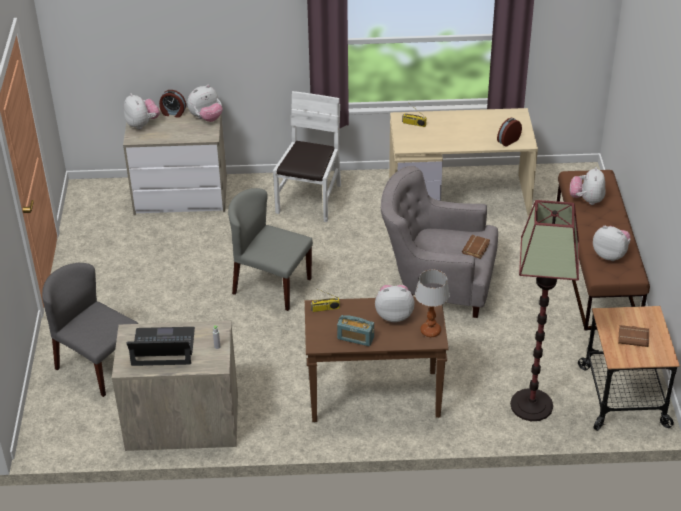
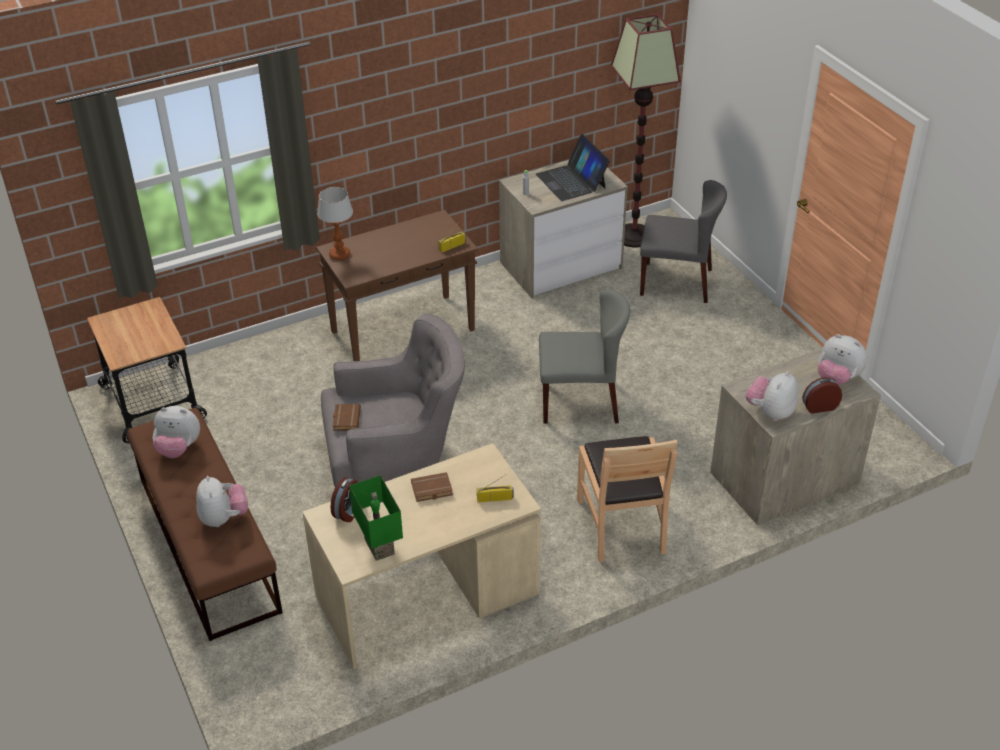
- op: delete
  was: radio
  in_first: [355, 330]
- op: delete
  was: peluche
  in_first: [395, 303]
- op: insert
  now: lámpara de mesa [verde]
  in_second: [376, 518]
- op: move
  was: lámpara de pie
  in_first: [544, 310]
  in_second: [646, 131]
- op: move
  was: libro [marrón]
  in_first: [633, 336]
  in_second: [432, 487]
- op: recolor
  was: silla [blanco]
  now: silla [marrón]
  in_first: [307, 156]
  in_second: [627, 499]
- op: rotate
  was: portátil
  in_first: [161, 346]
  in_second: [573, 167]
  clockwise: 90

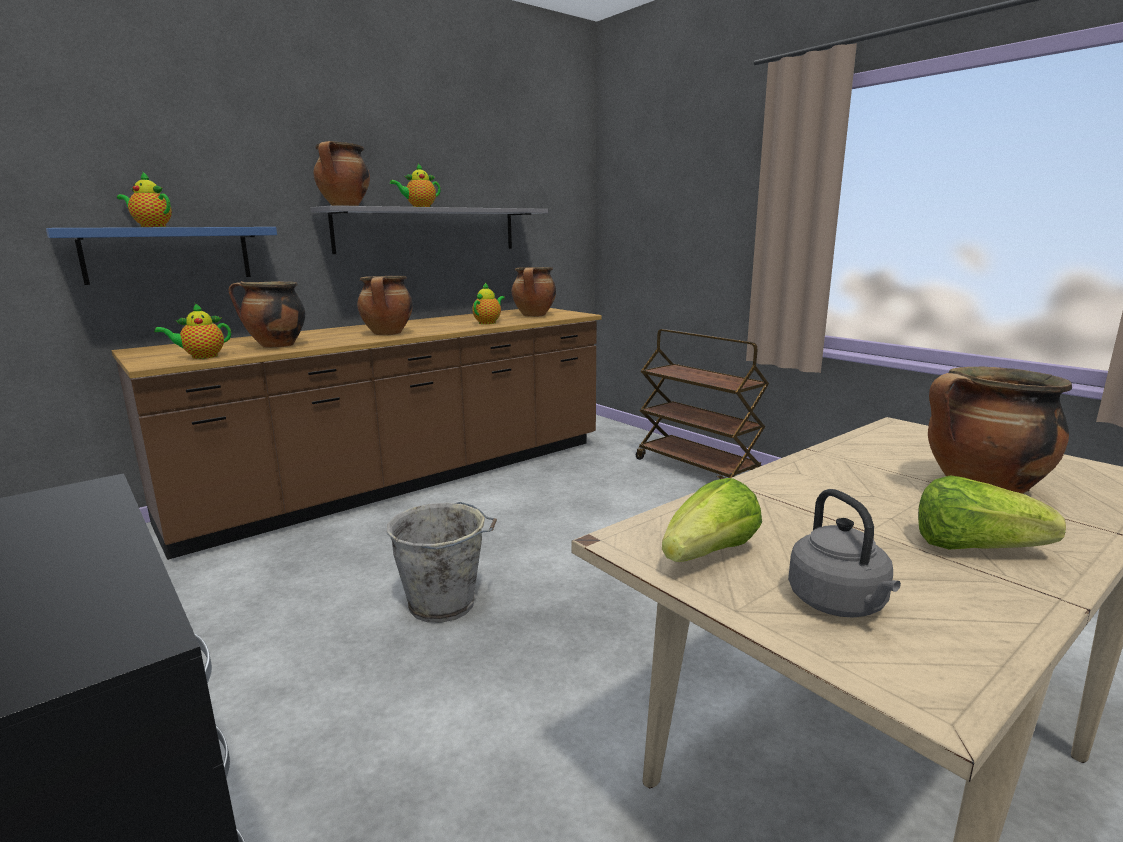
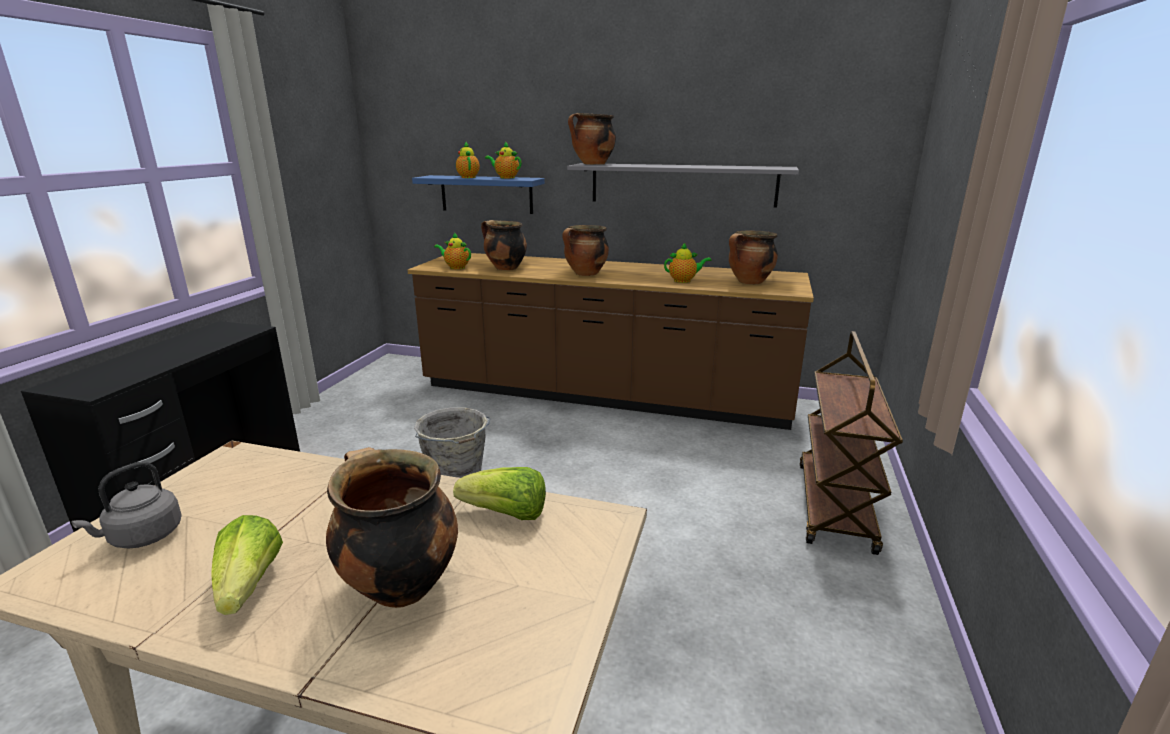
- op: move
  was: tetera
  in_first: [415, 185]
  in_second: [503, 160]
- op: move
  was: lechuga
  in_first: [712, 520]
  in_second: [499, 493]

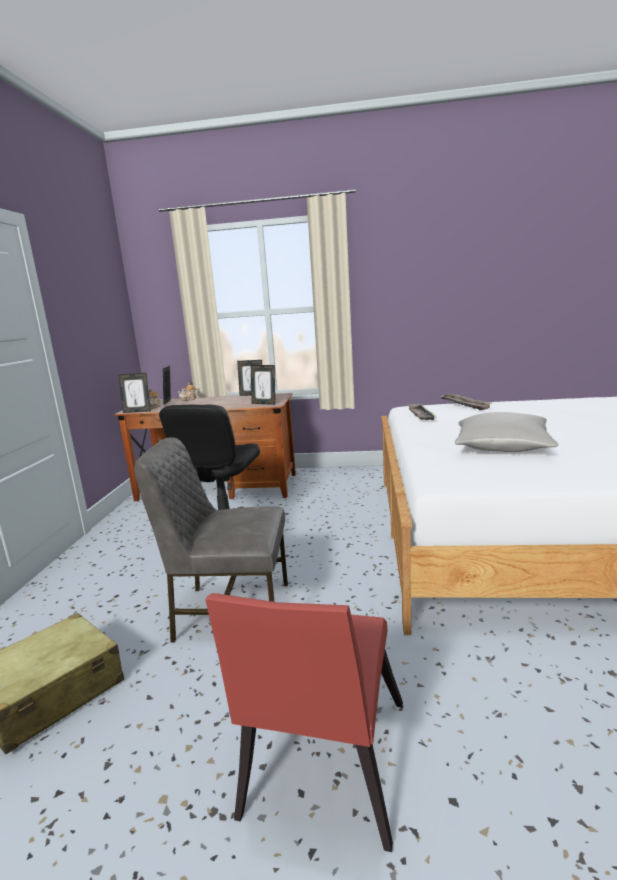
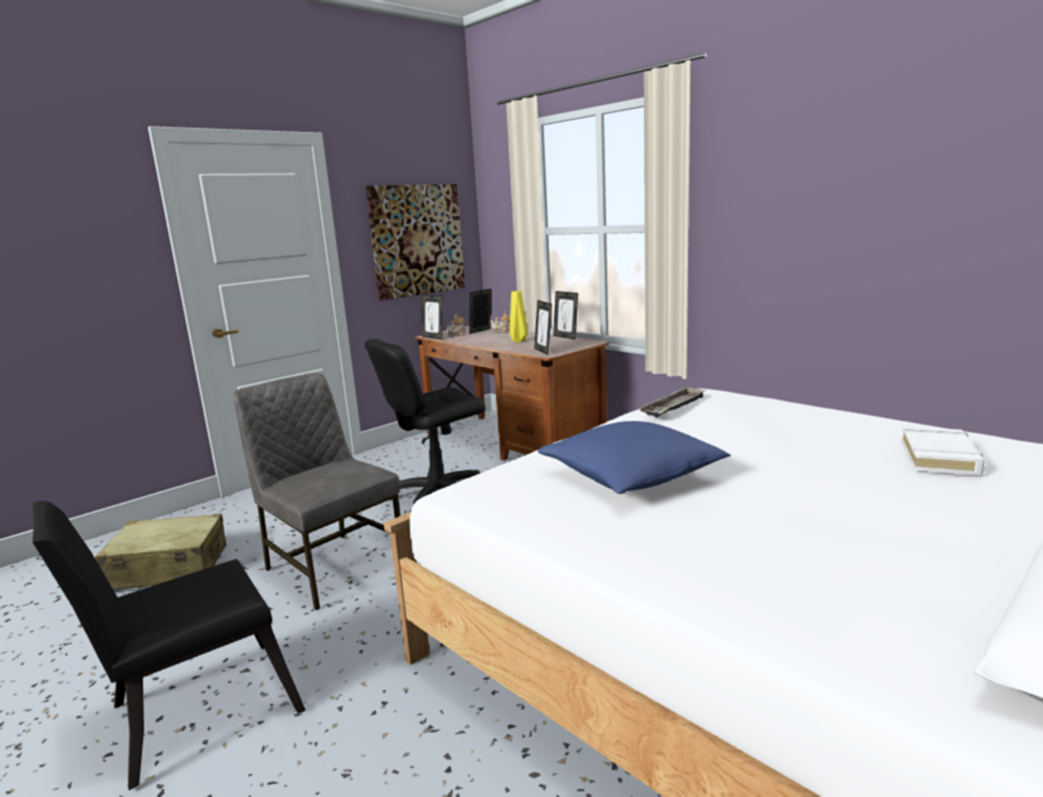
- op: delete
  was: bandeja
  in_first: [466, 401]
- op: insert
  now: cuadro
  in_second: [415, 242]
- op: insert
  now: florero [amarillo]
  in_second: [518, 316]
- op: insert
  now: libro [blanco]
  in_second: [943, 451]
- op: recolor
  was: silla [rojo]
  now: silla [negro]
  in_first: [304, 722]
  in_second: [169, 645]
- op: recolor
  was: cojín [gris]
  now: cojín [azul]
  in_first: [506, 432]
  in_second: [634, 457]

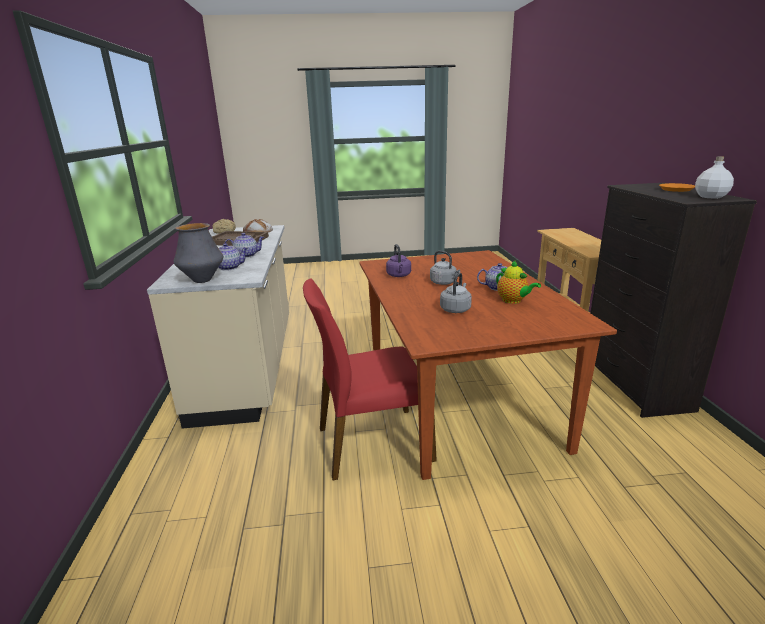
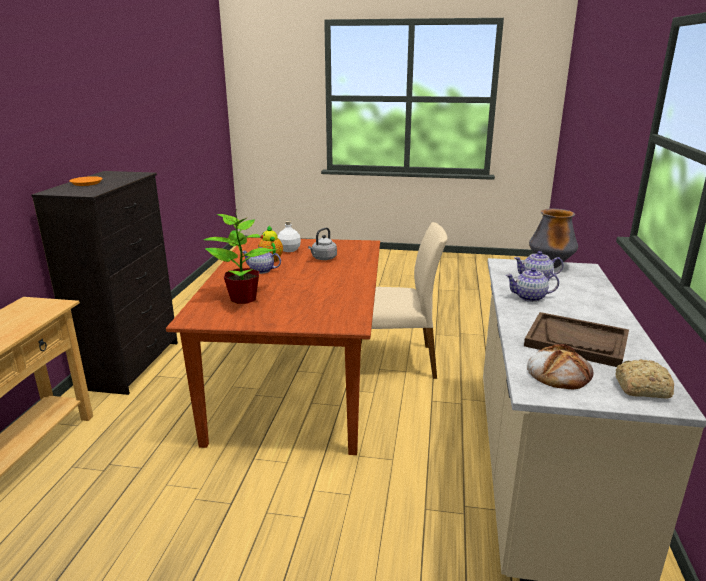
- op: delete
  was: hervidor [morado]
  in_first: [398, 260]
- op: delete
  was: hervidor [gris]
  in_first: [445, 268]
- op: insert
  now: planta en maceta
  in_second: [240, 256]
- op: move
  was: botella [blanco]
  in_first: [714, 177]
  in_second: [289, 236]
- op: recolor
  was: silla [rojo]
  now: silla [beis]
  in_first: [370, 379]
  in_second: [404, 300]

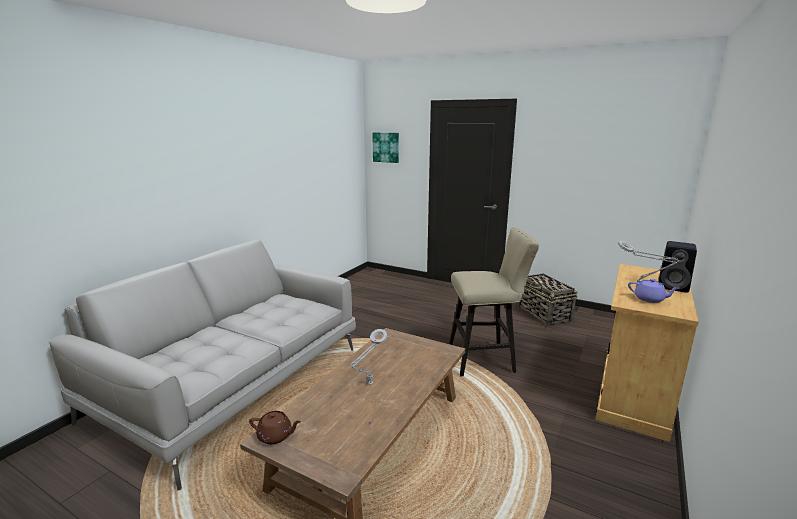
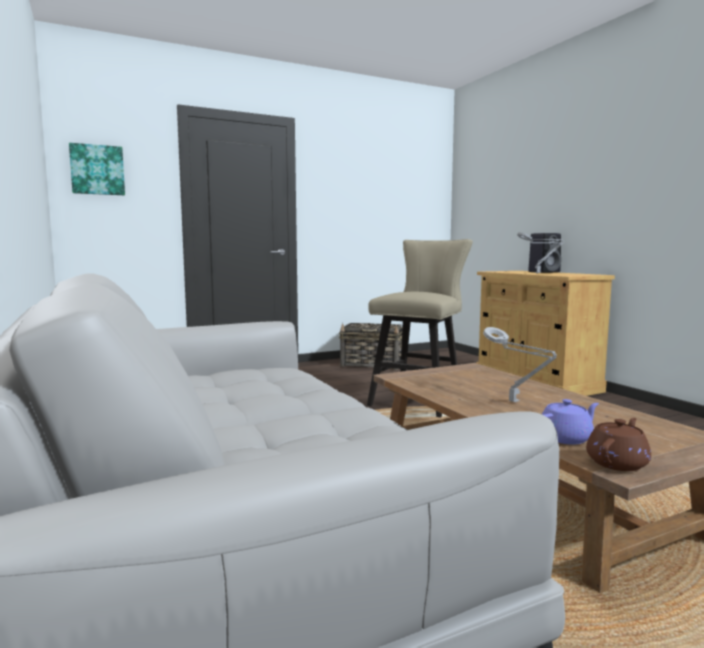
- op: move
  was: tetera [morado]
  in_first: [653, 291]
  in_second: [570, 422]

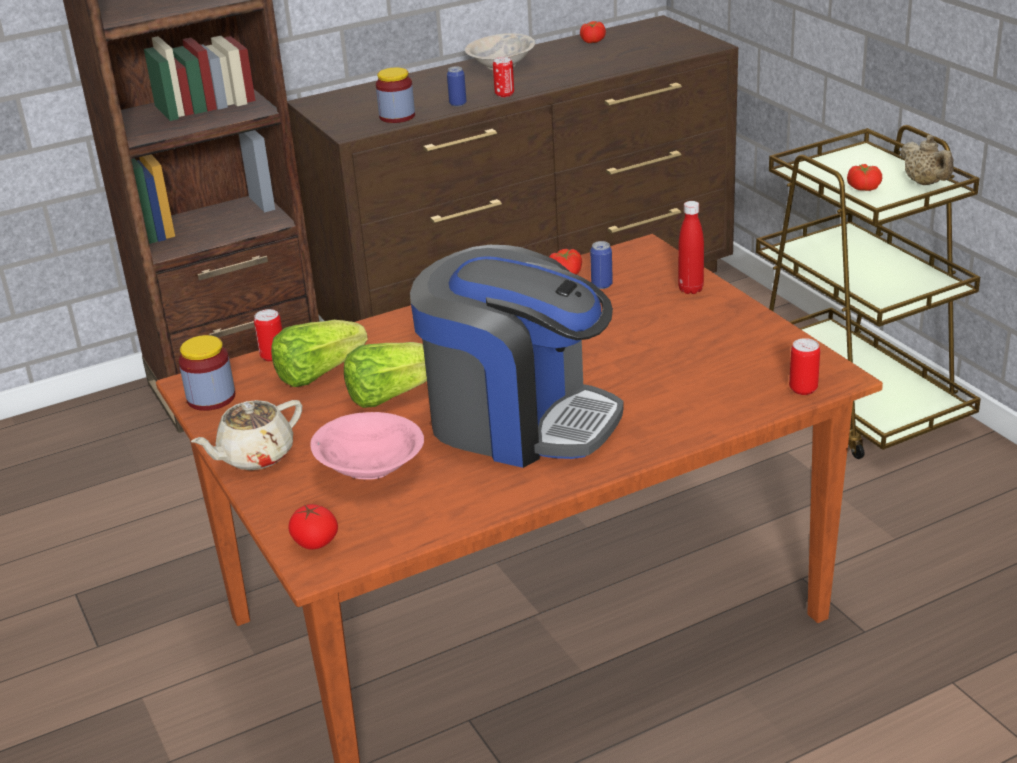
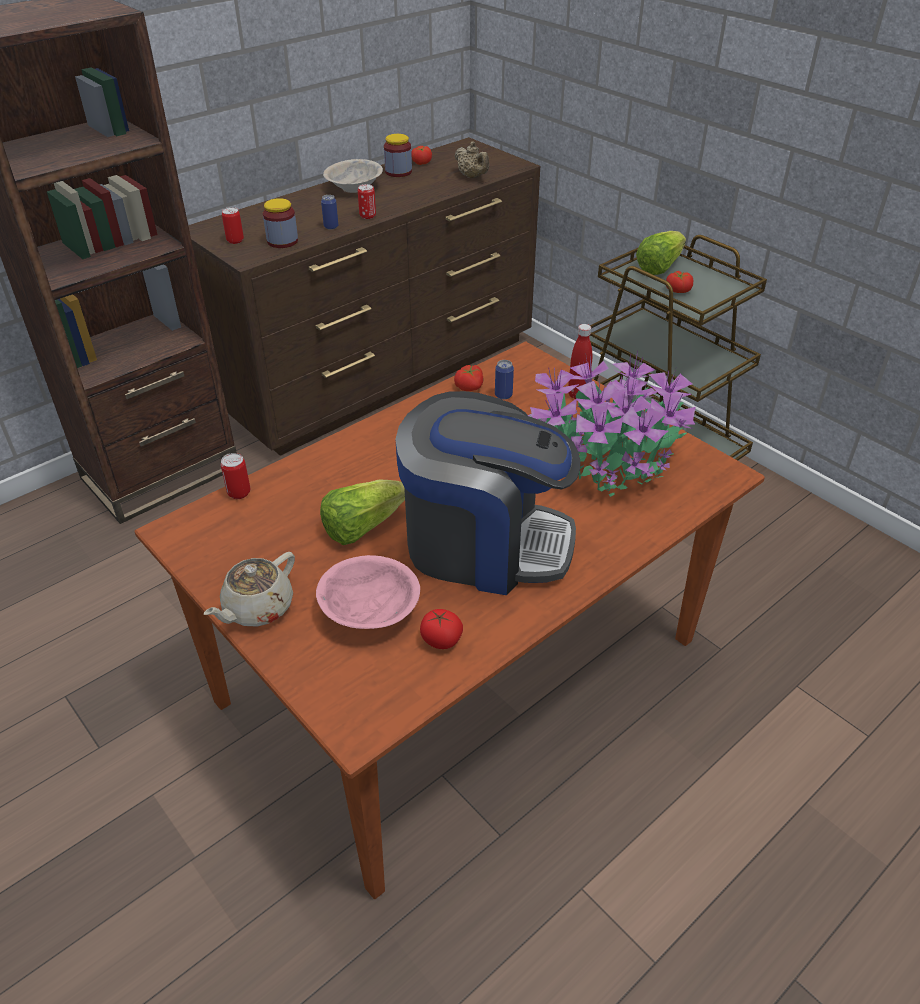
- op: insert
  now: planta en maceta
  in_second: [612, 424]
- op: move
  was: tarro
  in_first: [207, 373]
  in_second: [398, 155]
- op: move
  was: lechuga
  in_first: [319, 353]
  in_second: [661, 253]
- op: move
  was: tomate
  in_first: [313, 527]
  in_second: [441, 629]
- op: move
  was: lata
  in_first: [804, 366]
  in_second: [233, 225]
- op: move
  was: tetera [beis]
  in_first: [927, 160]
  in_second: [472, 159]

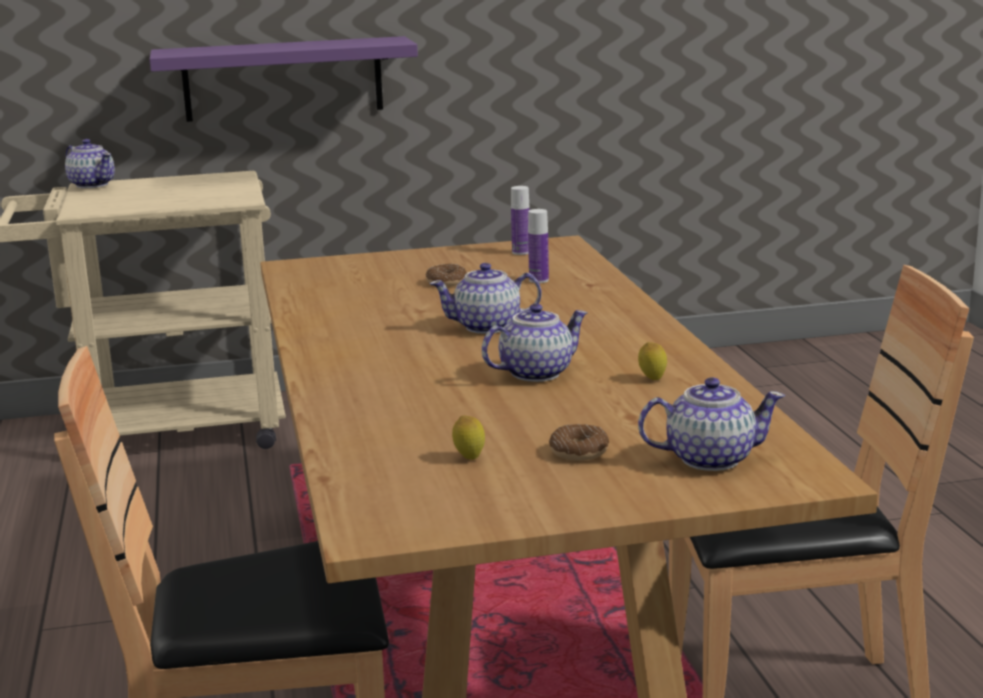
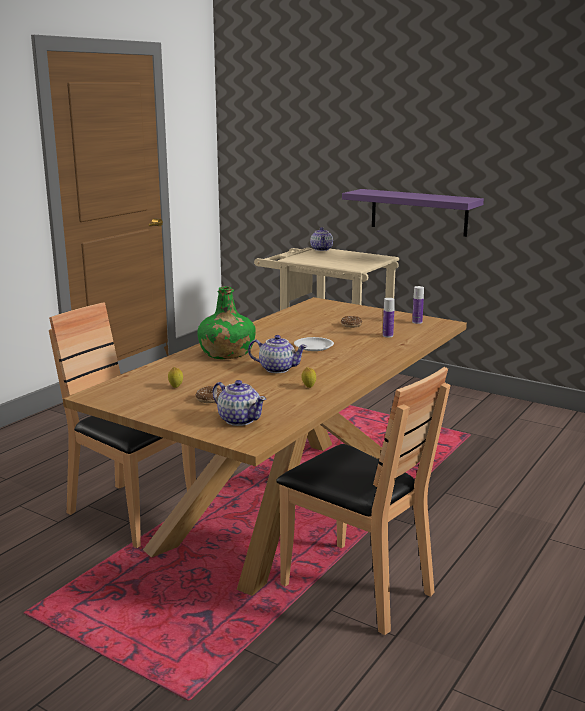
- op: insert
  now: botella [verde]
  in_second: [226, 322]
- op: replace
  was: tetera
  now: plato [blanco]
  in_first: [486, 298]
  in_second: [314, 344]

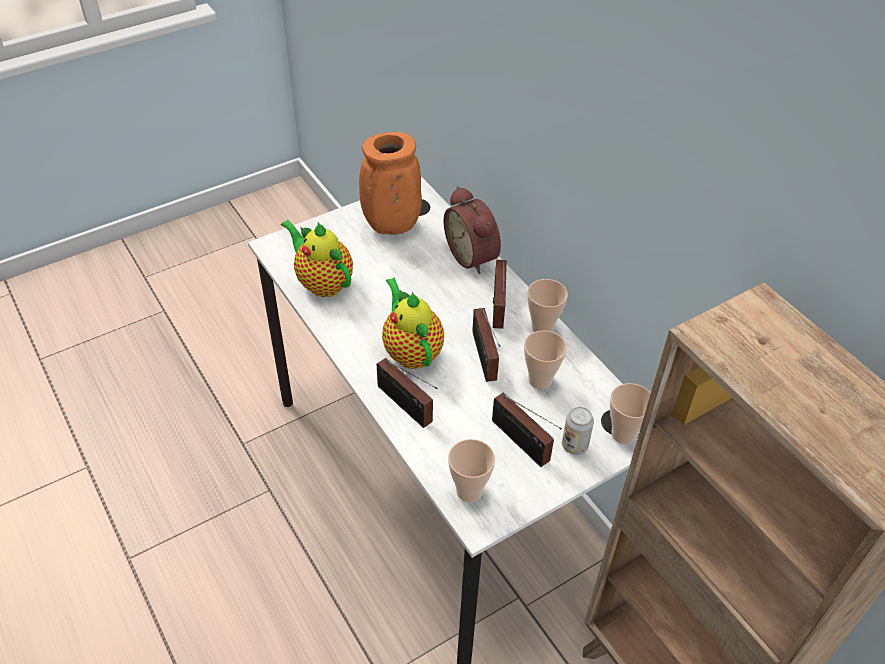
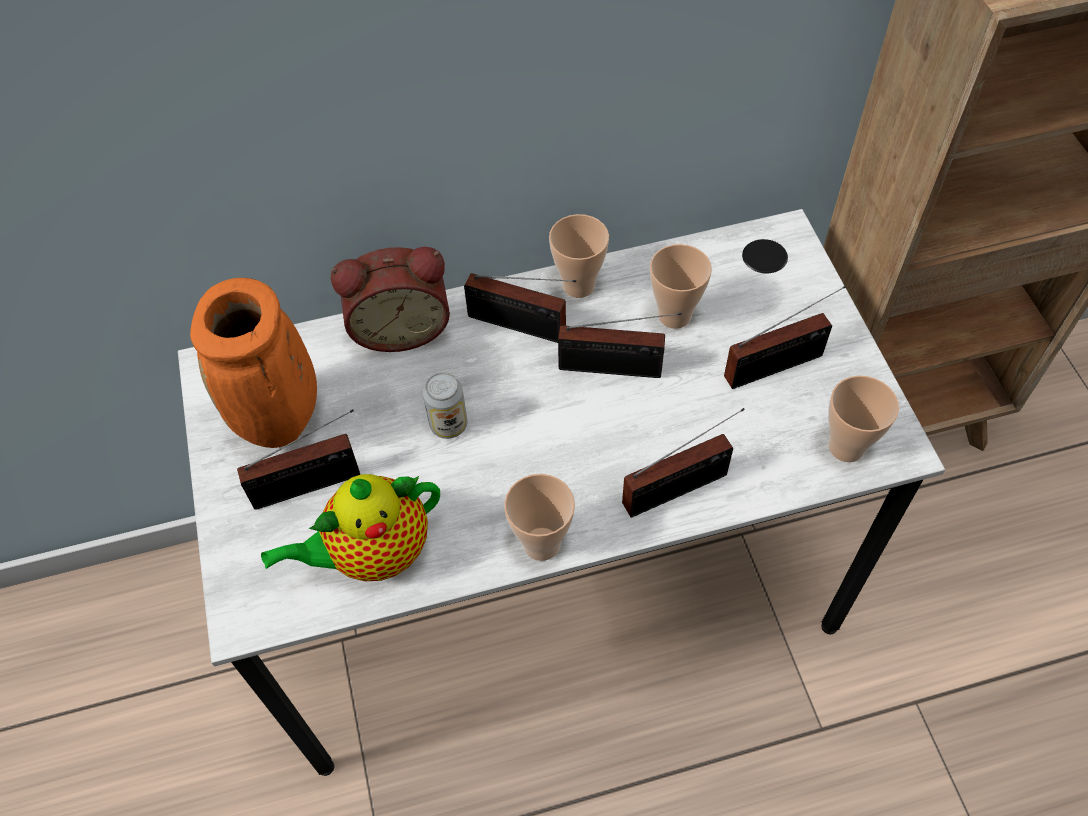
- op: delete
  was: tetera
  in_first: [413, 323]
- op: insert
  now: radio
  in_second: [298, 459]
- op: move
  was: lata
  in_first: [578, 431]
  in_second: [445, 405]
- op: move
  was: taza
  in_first: [630, 413]
  in_second: [539, 517]

